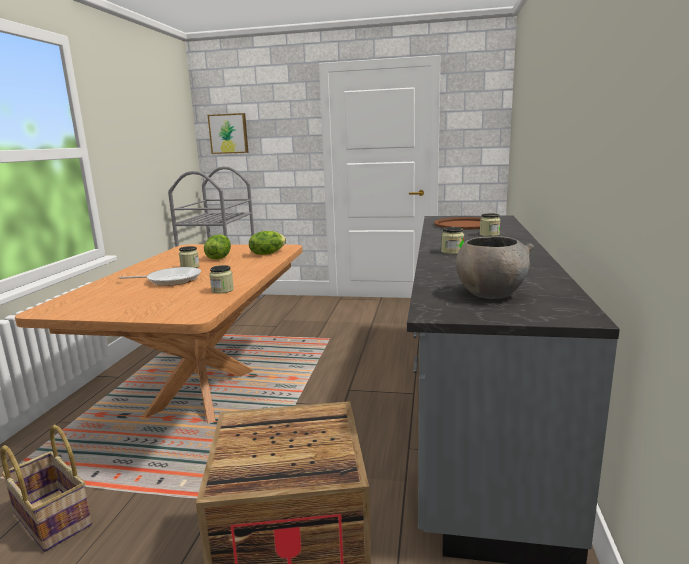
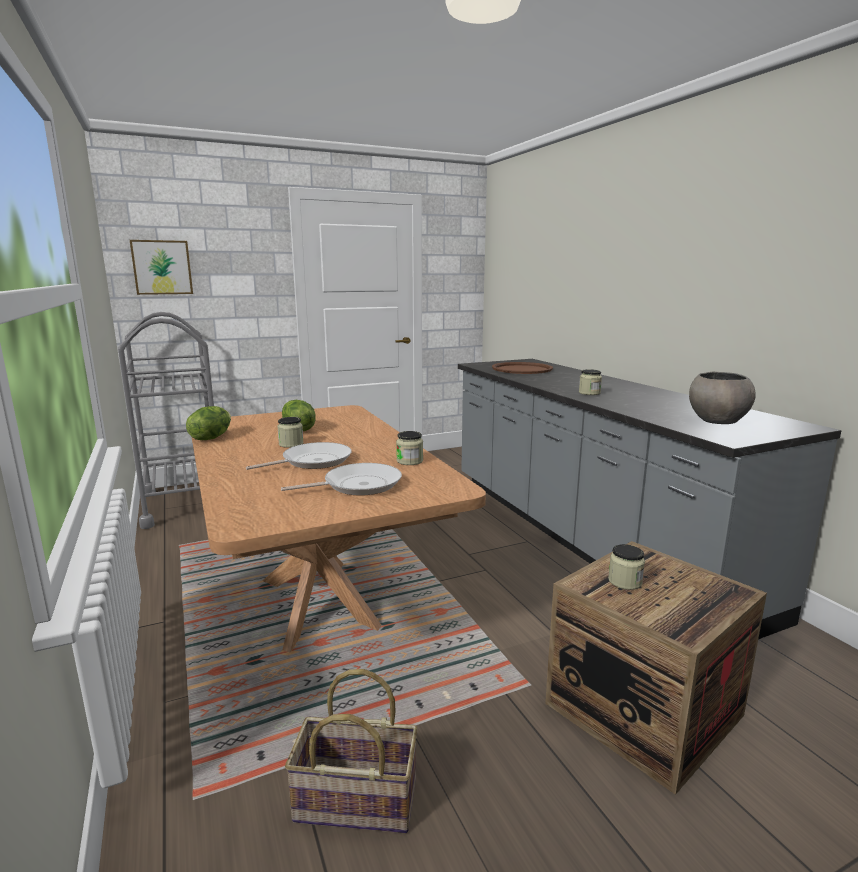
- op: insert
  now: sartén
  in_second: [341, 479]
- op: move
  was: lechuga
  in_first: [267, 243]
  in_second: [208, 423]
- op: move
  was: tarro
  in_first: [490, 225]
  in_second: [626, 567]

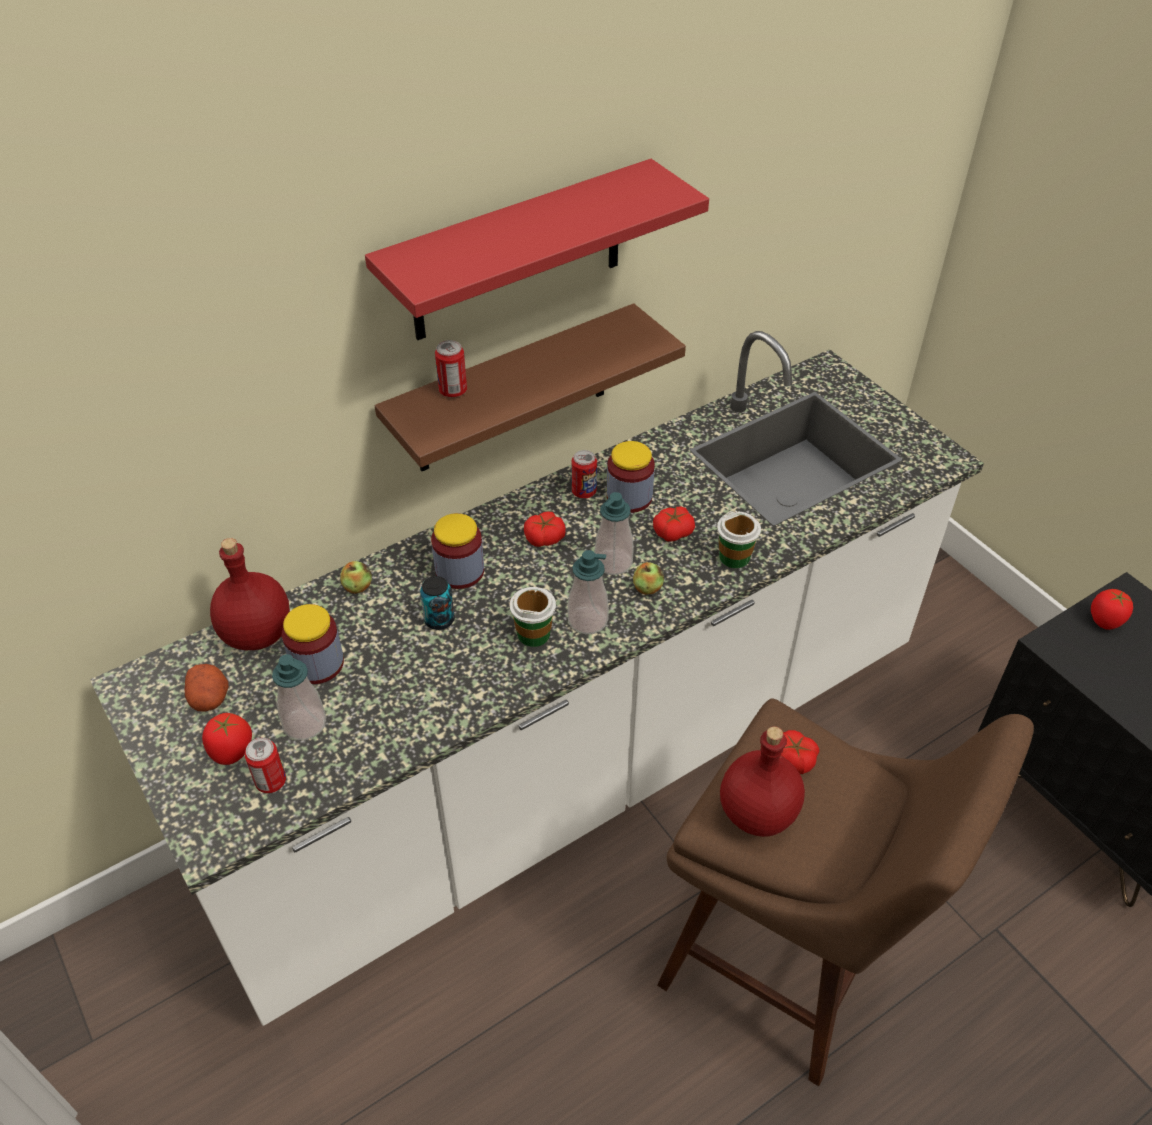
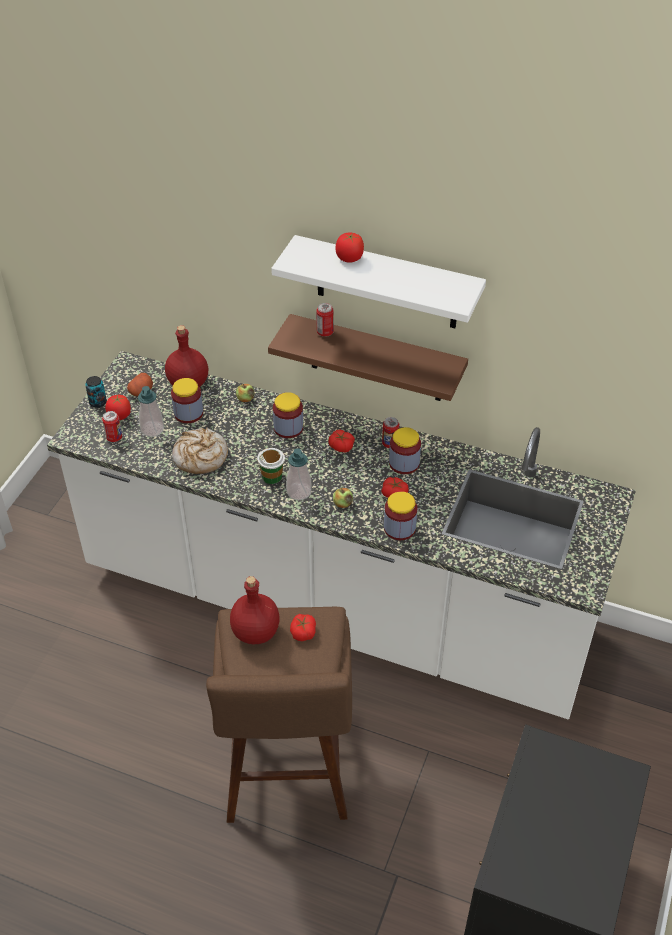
- op: delete
  was: dispensador de jabón
  in_first: [614, 533]
- op: insert
  now: pan
  in_second: [200, 450]
- op: move
  was: lata
  in_first: [437, 603]
  in_second: [96, 392]
- op: move
  was: tomate
  in_first: [1112, 609]
  in_second: [350, 247]
- op: replace
  was: taza
  now: tarro
  in_first: [739, 539]
  in_second: [400, 515]
- op: recolor
  was: estante [rojo]
  now: estante [blanco]
  in_first: [537, 249]
  in_second: [378, 281]

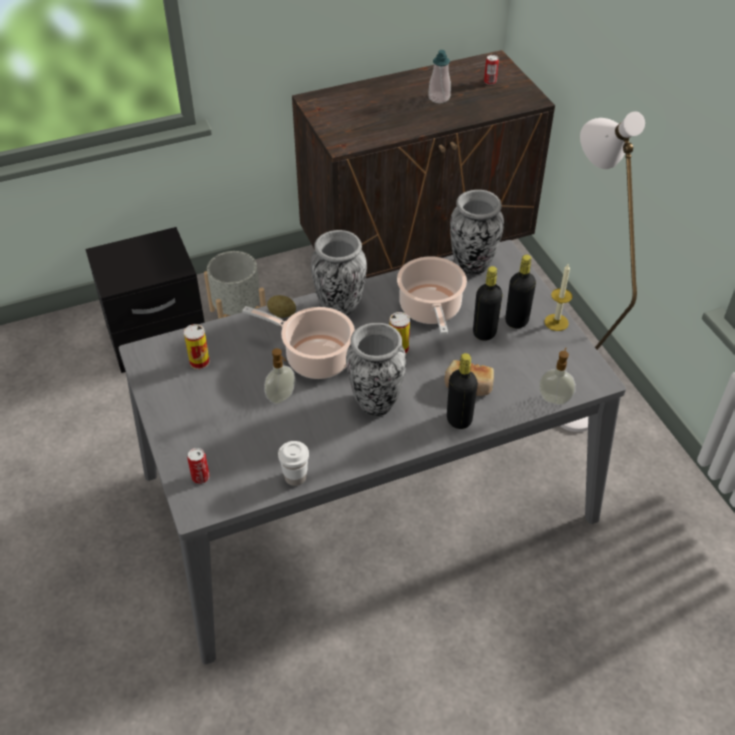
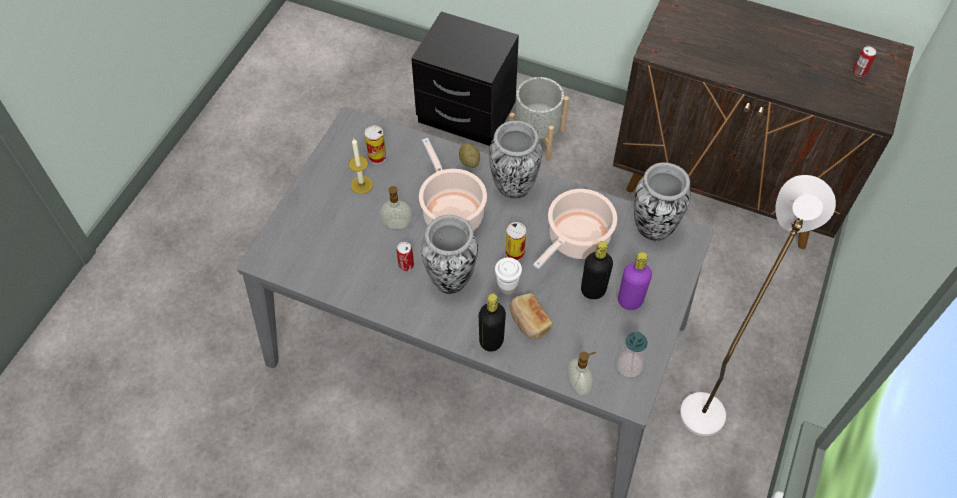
- op: move
  was: lata
  in_first: [198, 466]
  in_second: [405, 256]
- op: move
  was: taza [blanco]
  in_first: [293, 463]
  in_second: [508, 276]
- op: move
  was: dispensador de jabón
  in_first: [439, 76]
  in_second: [632, 355]
- op: move
  was: vela
  in_first: [558, 297]
  in_second: [360, 166]
- op: recolor
  was: botella [negro]
  now: botella [morado]
  in_first: [520, 291]
  in_second: [635, 281]

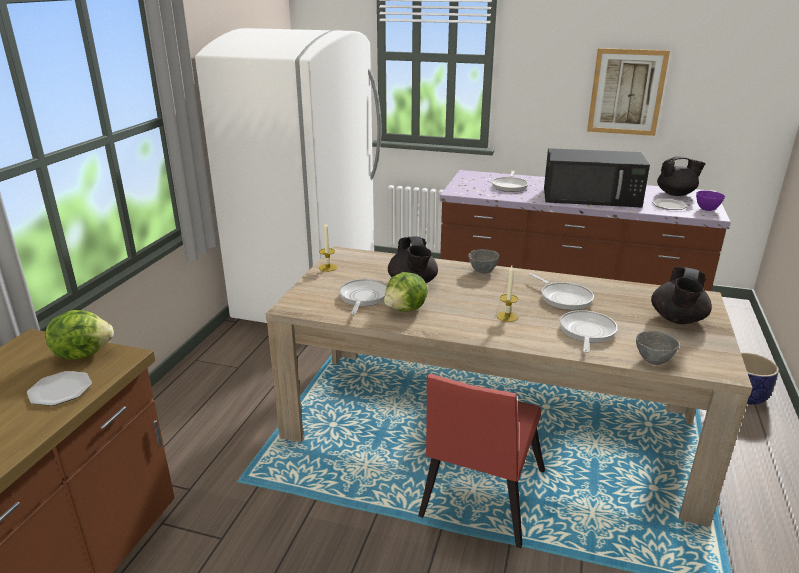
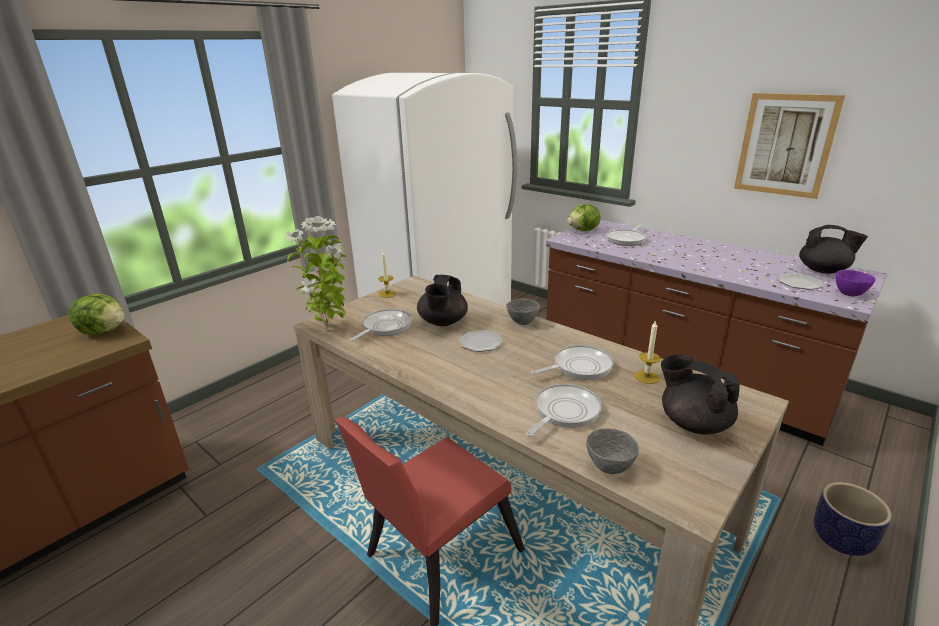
- op: delete
  was: microondas [negro]
  in_first: [597, 178]
- op: insert
  now: planta en maceta
  in_second: [315, 273]
- op: move
  was: plato
  in_first: [59, 388]
  in_second: [481, 341]
- op: move
  was: lechuga
  in_first: [406, 292]
  in_second: [584, 217]
- op: move
  was: vela
  in_first: [507, 294]
  in_second: [648, 352]
- op: rotate
  was: sartén
  in_first: [561, 291]
  in_second: [572, 362]
  clockwise: -105
- op: rotate
  was: tetera [negro]
  in_first: [681, 295]
  in_second: [700, 394]
  clockwise: 90

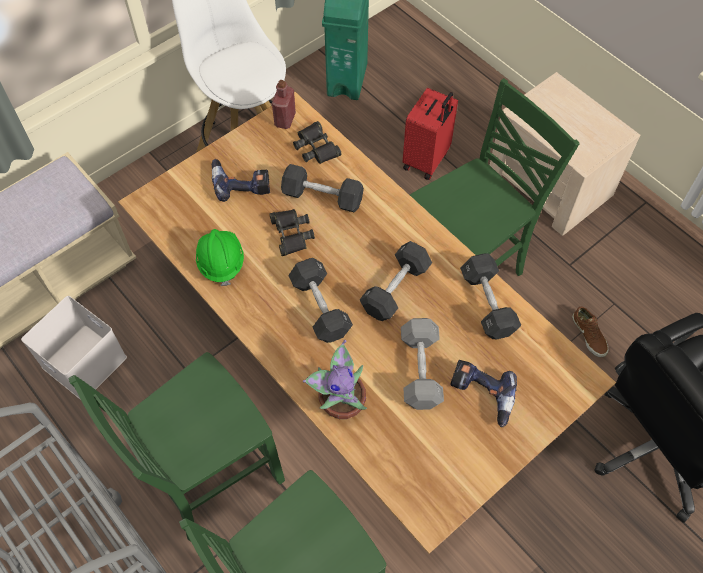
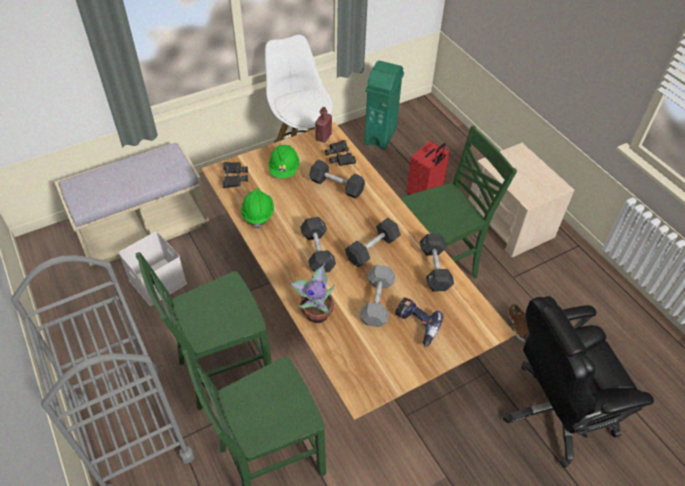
- op: move
  was: prismáticos [negro]
  in_first: [292, 232]
  in_second: [235, 175]
- op: replace
  was: taladro
  now: casco [verde]
  in_first: [241, 180]
  in_second: [284, 161]

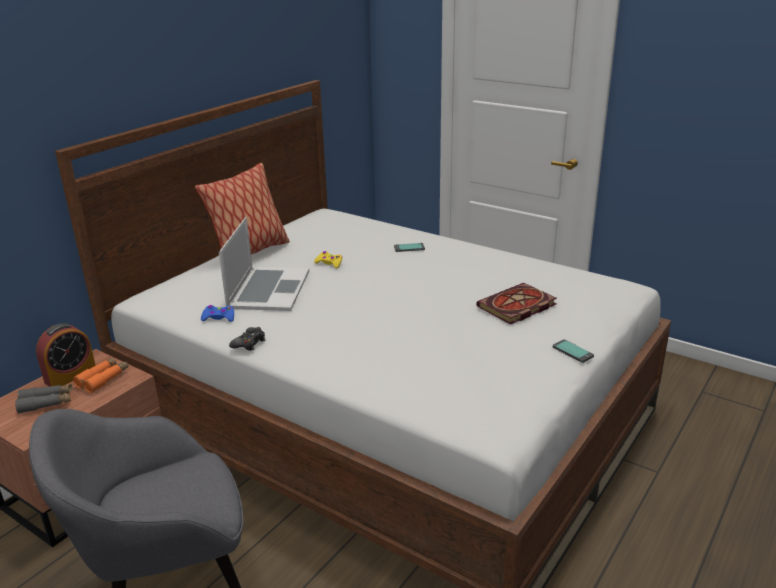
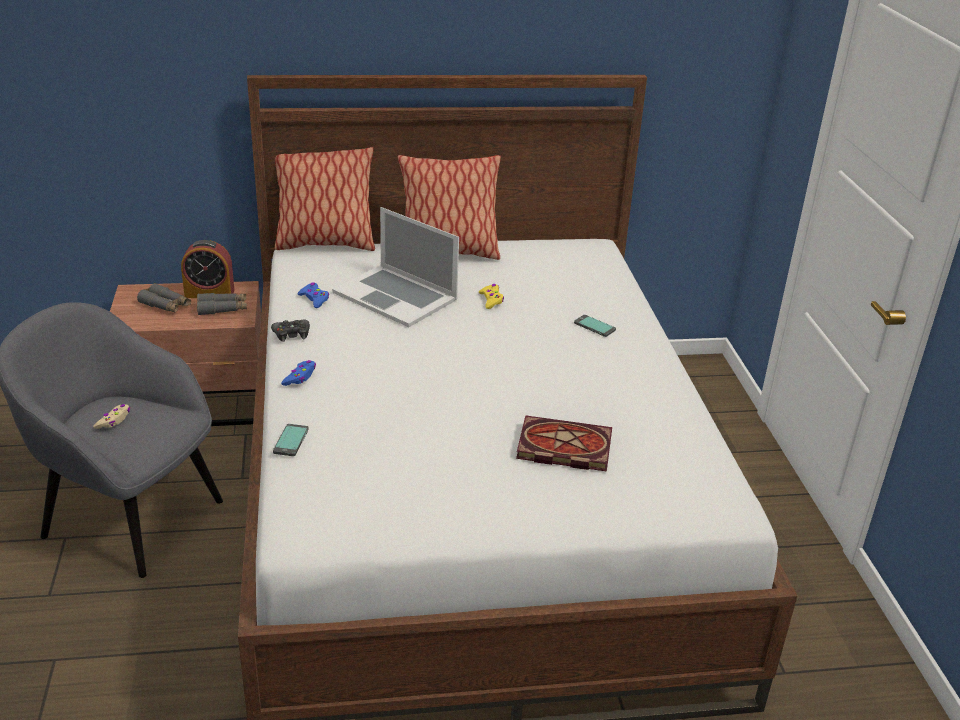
- op: insert
  now: mando de consola [beis]
  in_second: [111, 416]
- op: insert
  now: cojín
  in_second: [325, 199]
- op: insert
  now: mando de consola [azul]
  in_second: [298, 373]
- op: move
  was: móvil
  in_first: [573, 351]
  in_second: [291, 440]
- op: recolor
  was: prismáticos [naranja]
  now: prismáticos [gris]
  in_first: [101, 375]
  in_second: [222, 304]
- op: rotate
  was: portátil
  in_first: [264, 264]
  in_second: [395, 267]
  clockwise: 75

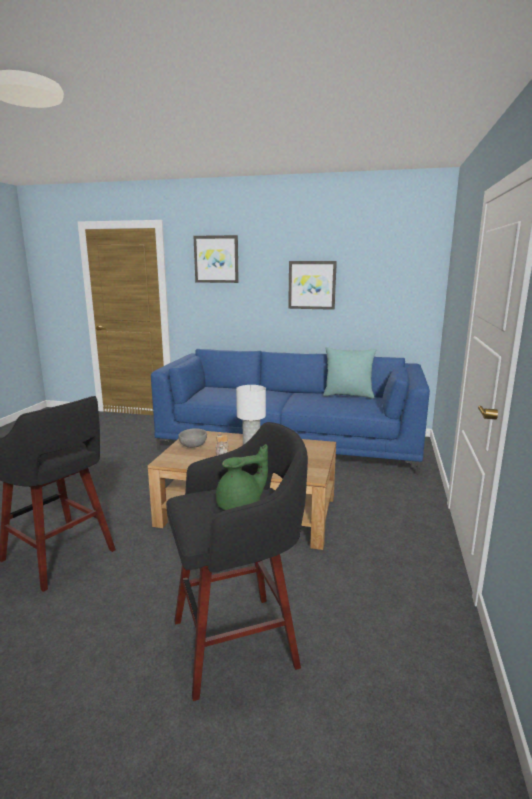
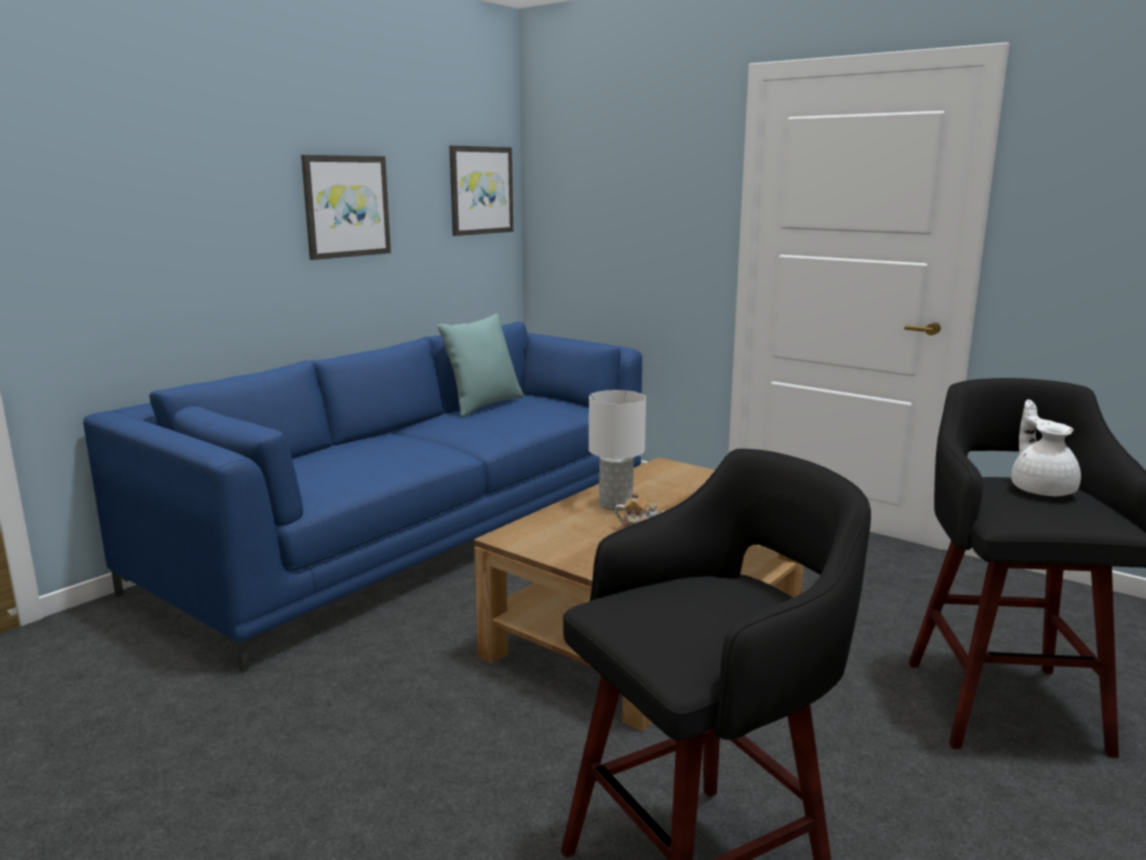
- op: delete
  was: cuenco [gris]
  in_first: [192, 438]
- op: move
  was: cuadro
  in_first: [216, 259]
  in_second: [481, 190]
- op: recolor
  was: tetera [verde]
  now: tetera [blanco]
  in_first: [242, 477]
  in_second: [1046, 447]

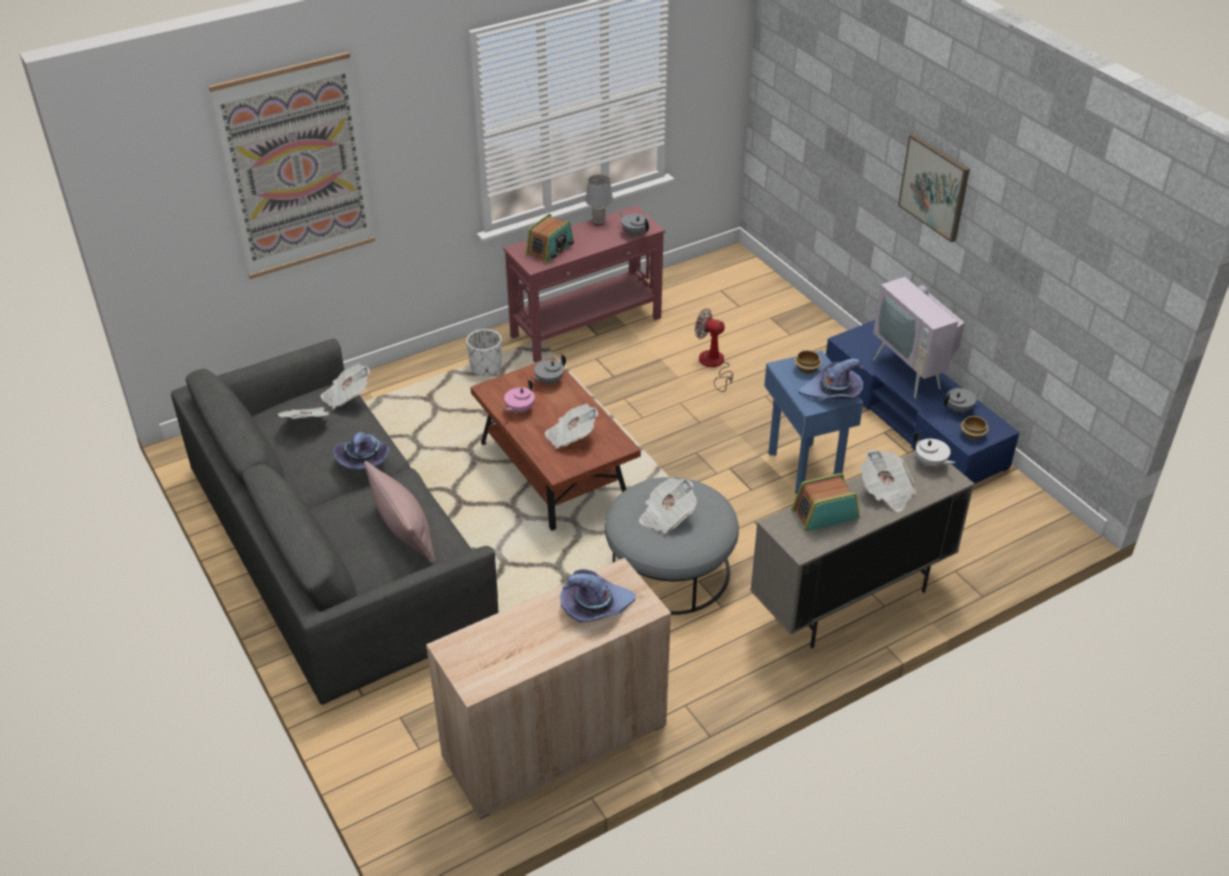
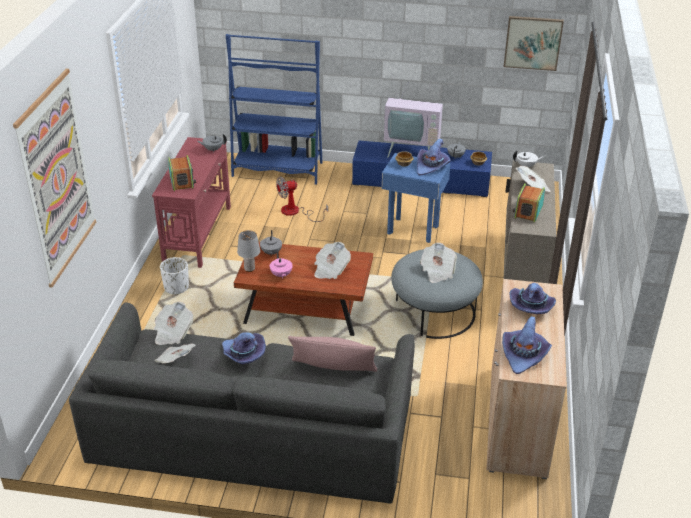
- op: insert
  now: estantería [azul]
  in_second: [274, 109]
- op: insert
  now: sombrero [morado]
  in_second: [527, 345]
- op: move
  was: lámpara de mesa [gris]
  in_first: [599, 200]
  in_second: [248, 251]
- op: move
  was: cuadro
  in_first: [934, 187]
  in_second: [534, 43]

